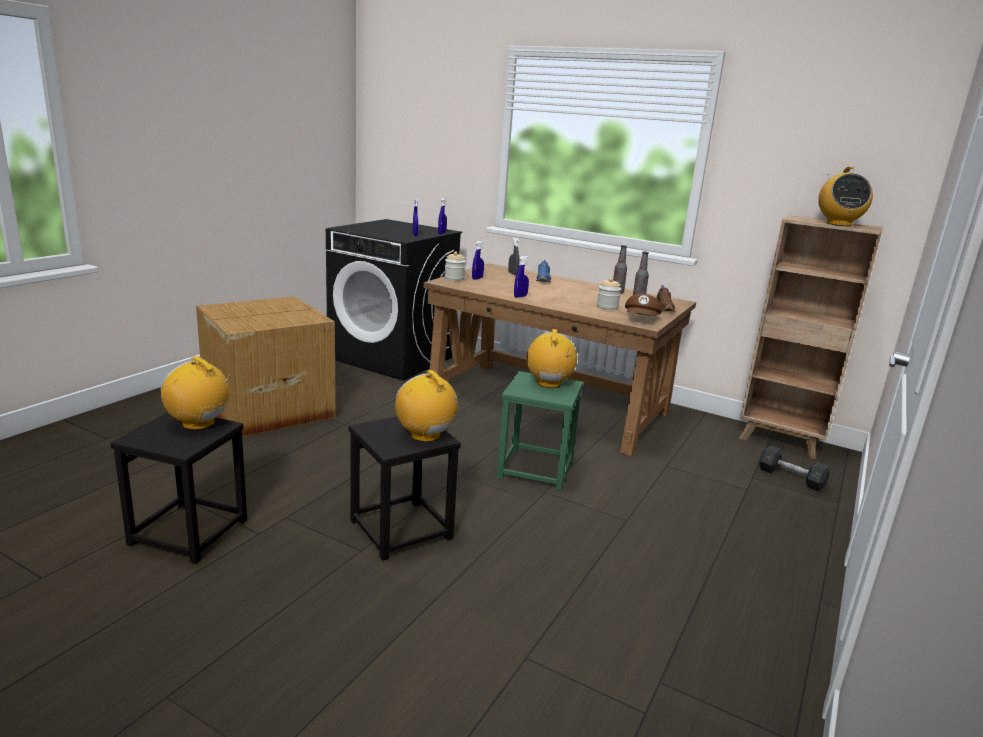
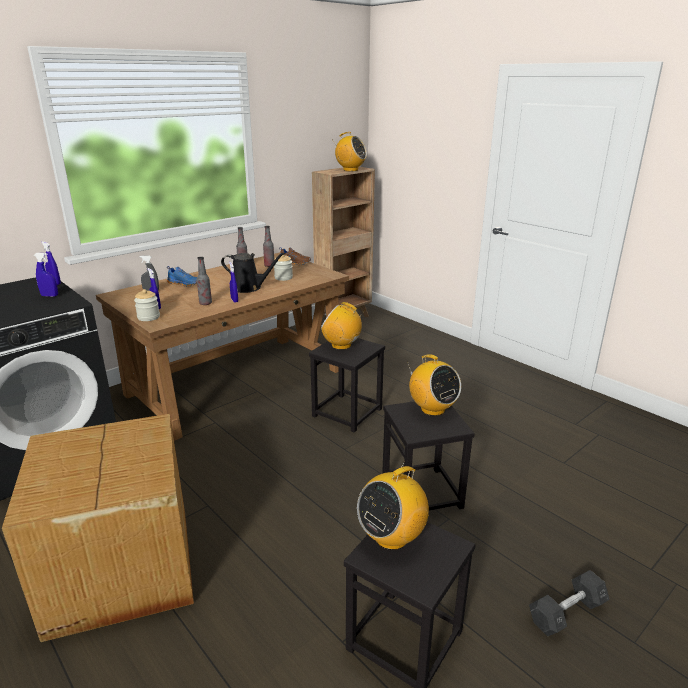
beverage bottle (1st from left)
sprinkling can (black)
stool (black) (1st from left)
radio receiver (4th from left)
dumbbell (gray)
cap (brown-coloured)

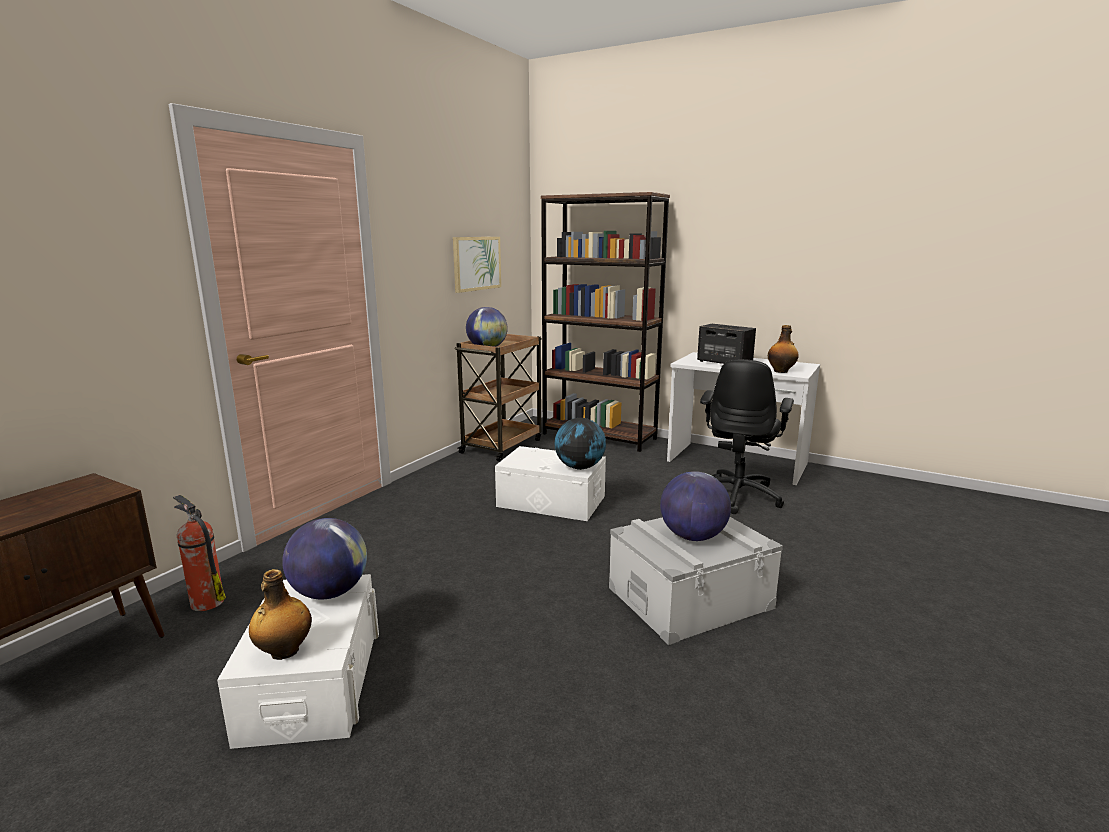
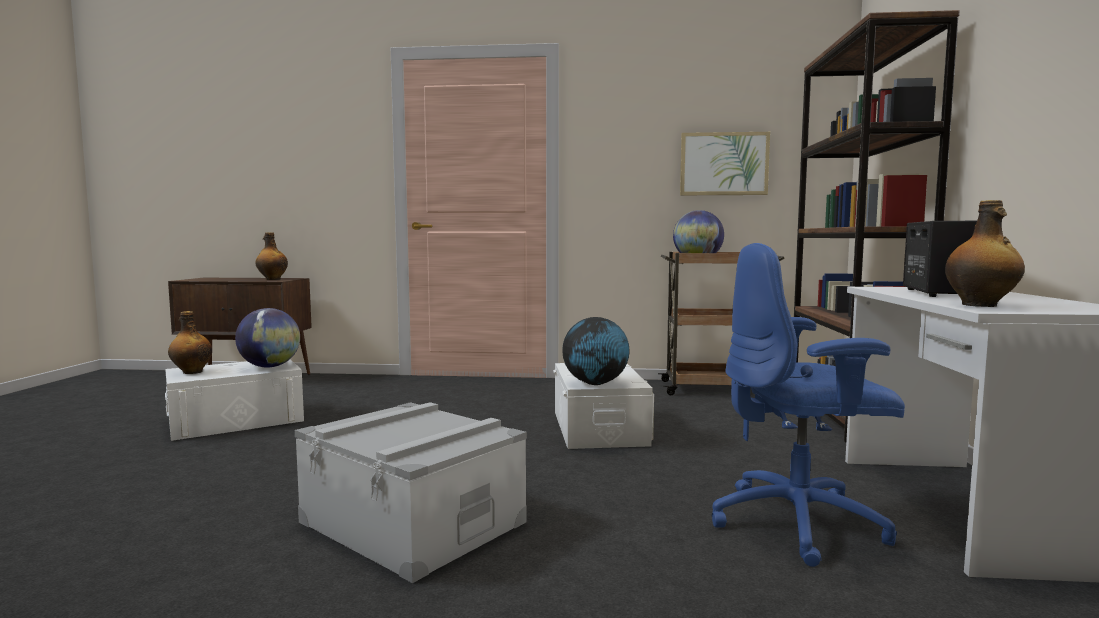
beverage bottle (2nd from left)
computer chair (blue-coloured)
fire-fighting cylinder
desk globe (4th from left in the first image)

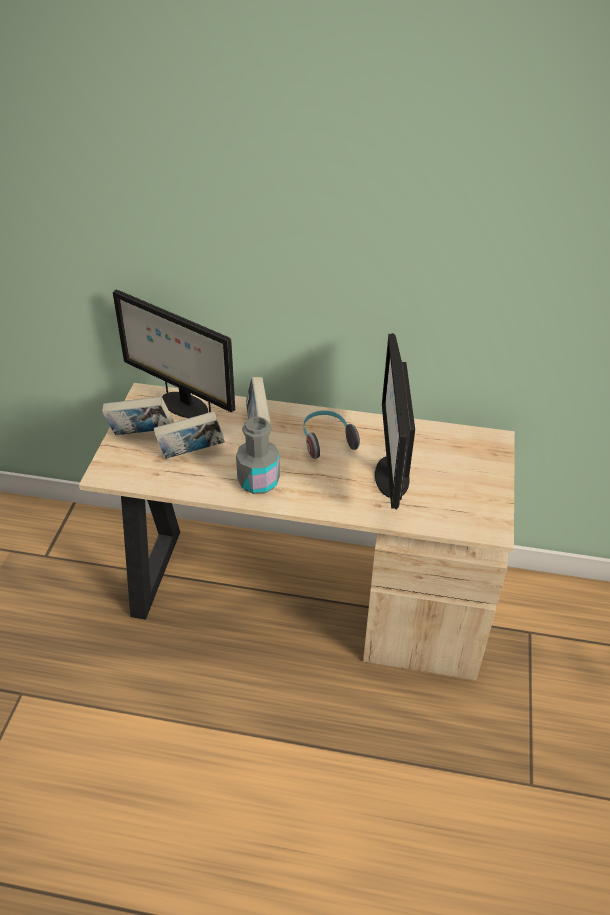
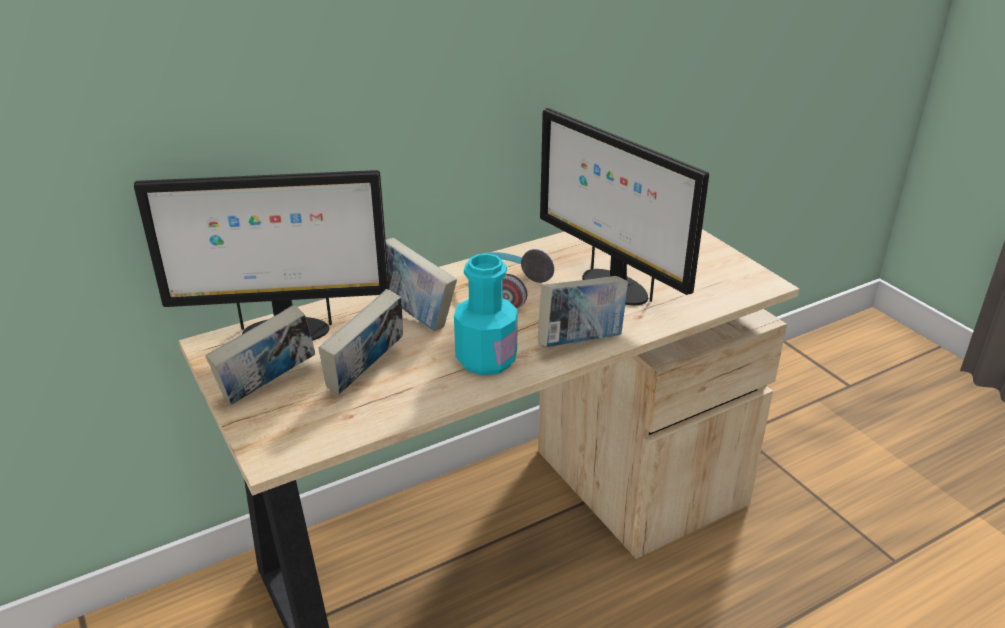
beverage bottle (turquoise)
book (4th from left)

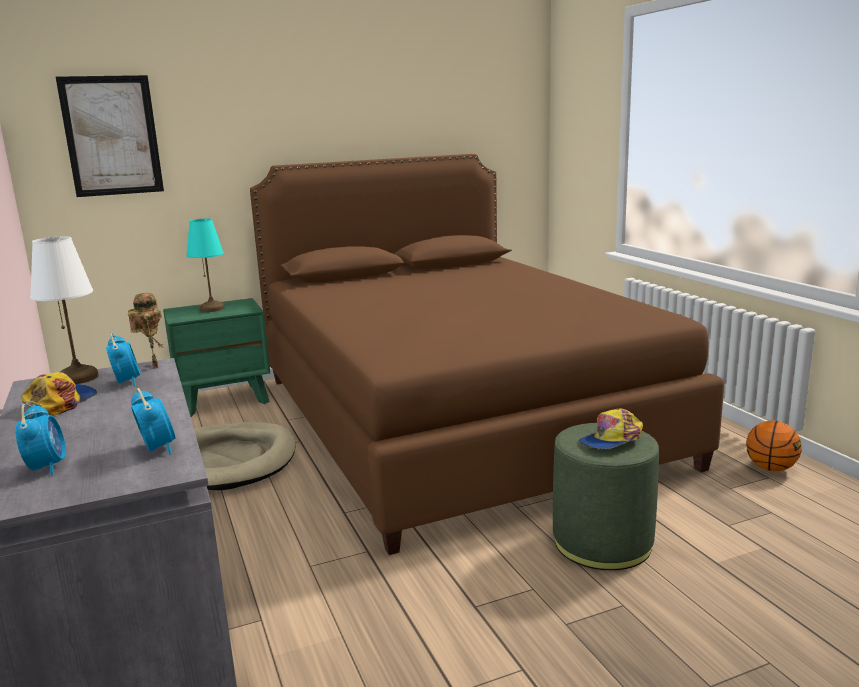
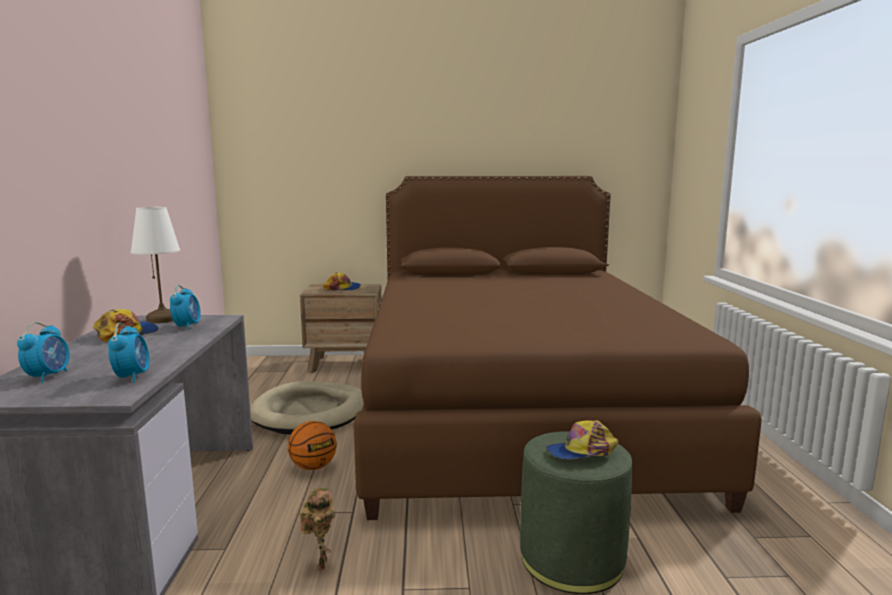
basketball
bedside table (brown-coloured)
model robot
cap (2nd from left)
wall art

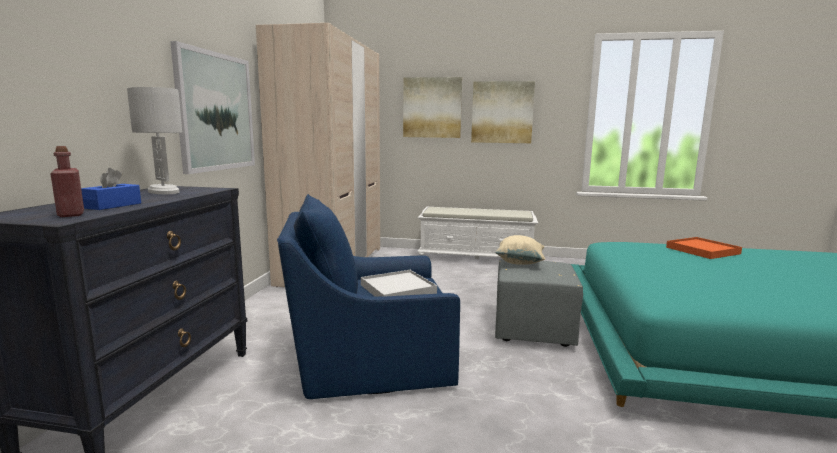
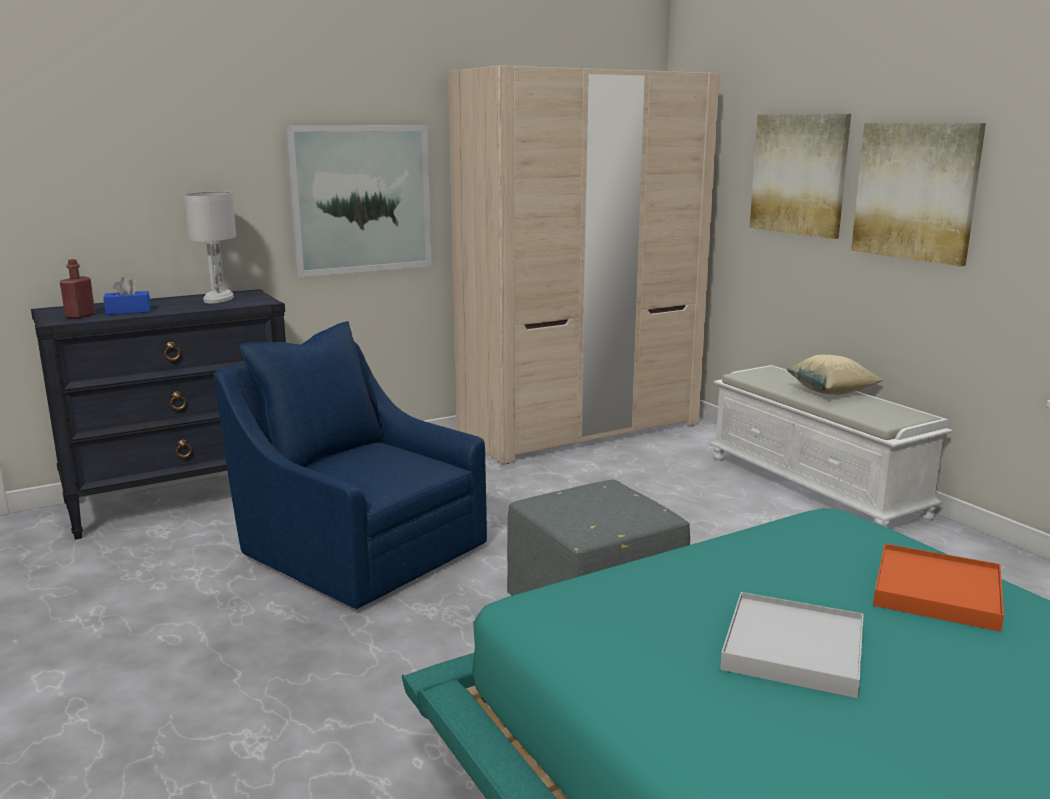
carrying tray (white-coloured)
pillow (beige)

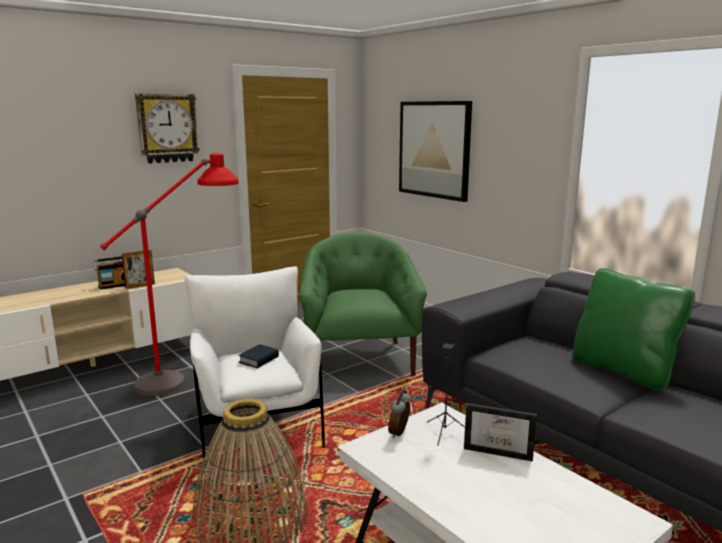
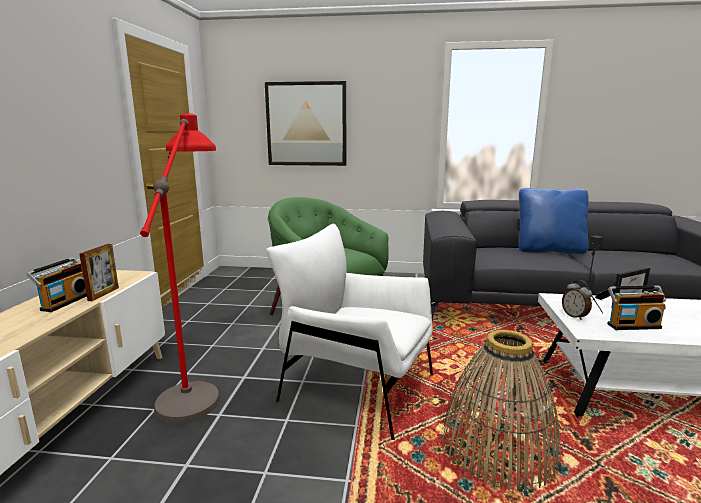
pillow (blue-coloured)
radio receiver (2nd from left)
hanging clock
book

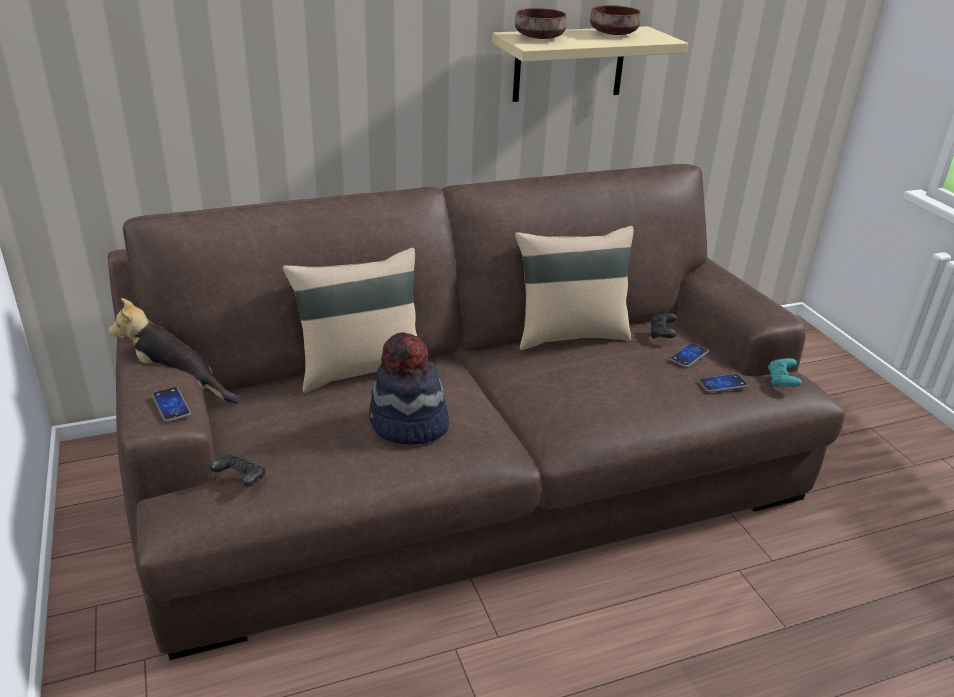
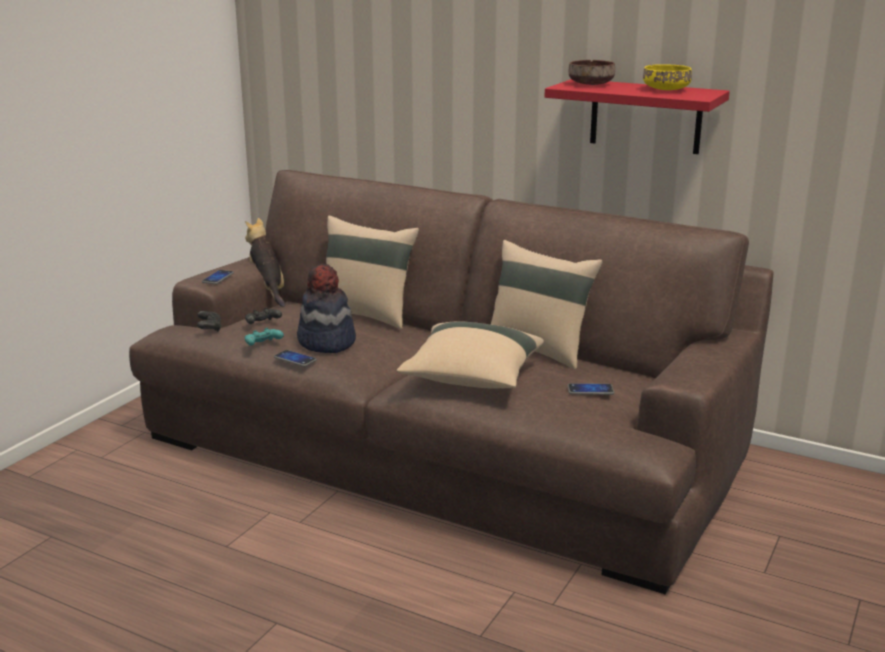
joypad (black) (2nd from left)
joypad (turquoise)
telephone (2nd from left)
pillow (beige) (2nd from left)
wall shelf (reddish)
deep dish (yellow)

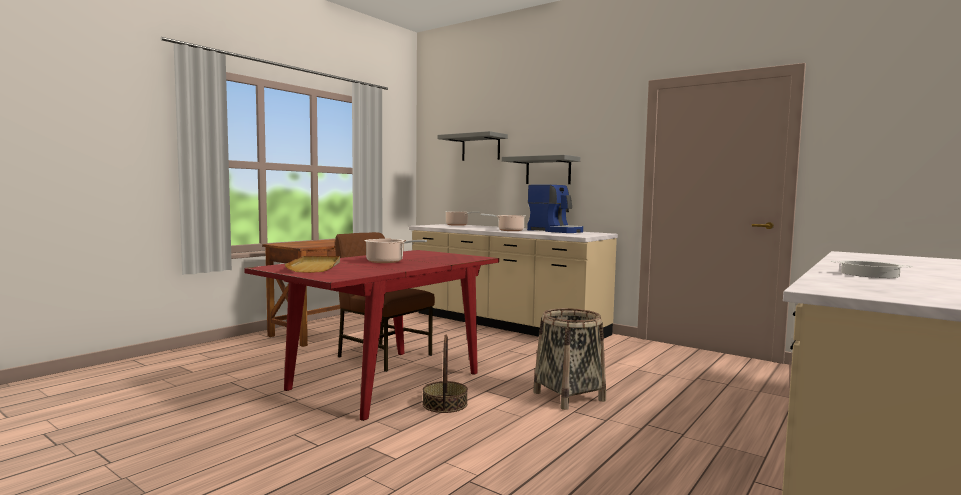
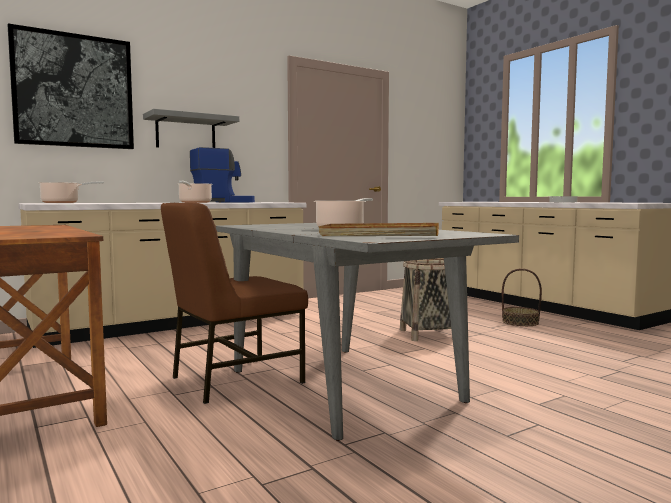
wall art
dinner table (gray)
storage basket (2nd from left)

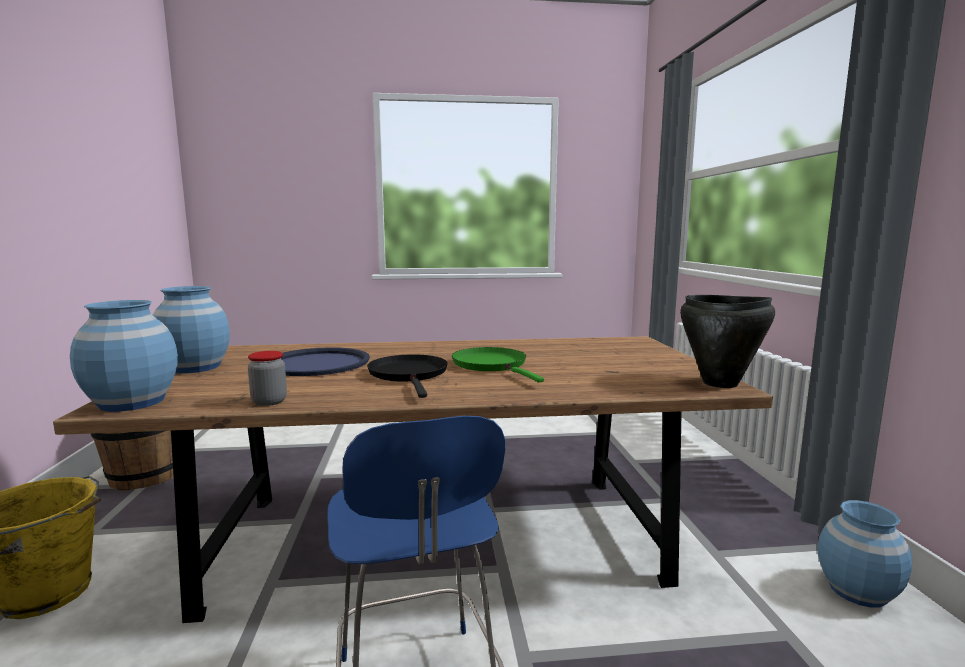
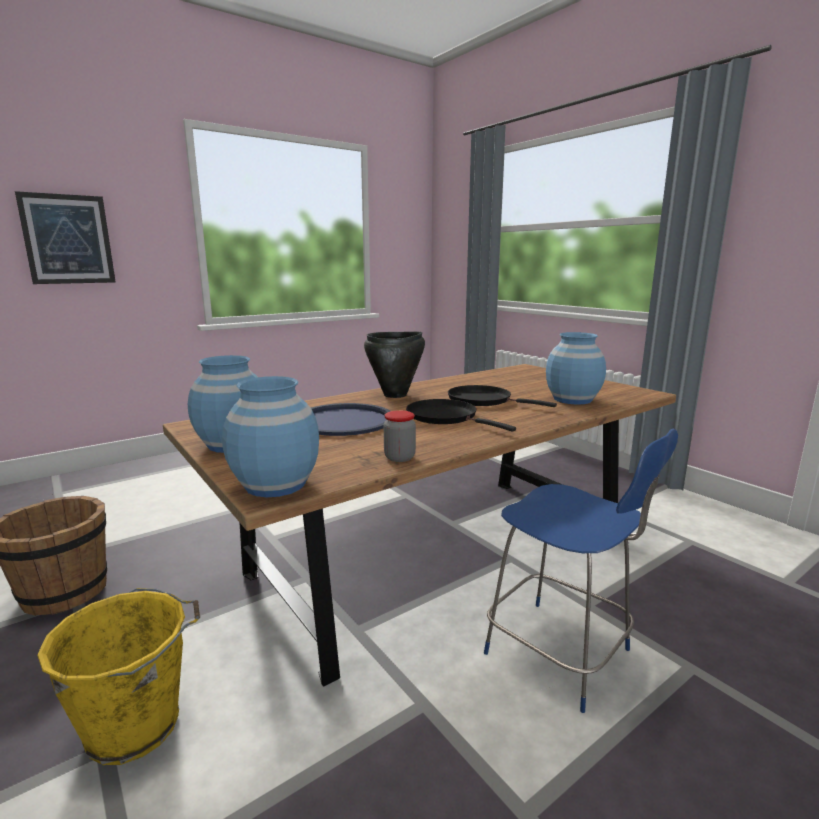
wall art
stockpot (black)
skillet (black) (2nd from left)
decorative vase (blue-coloured) (3rd from left)

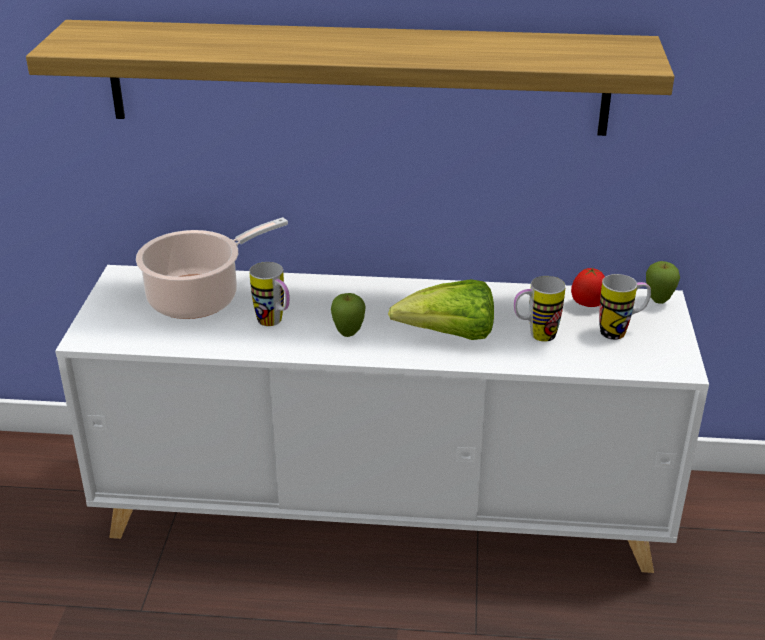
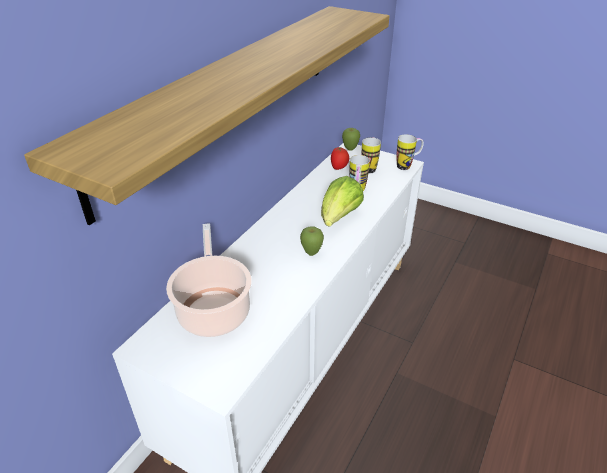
coffee mug (3rd from left)

